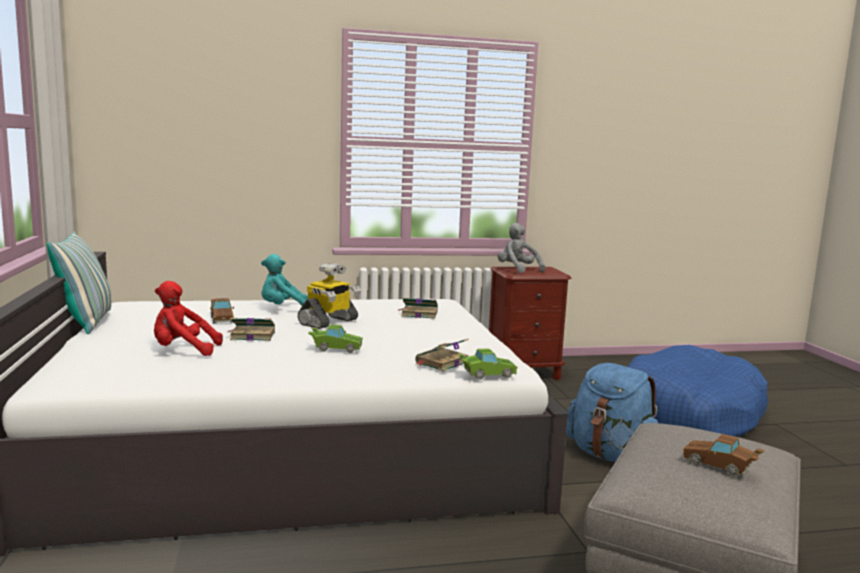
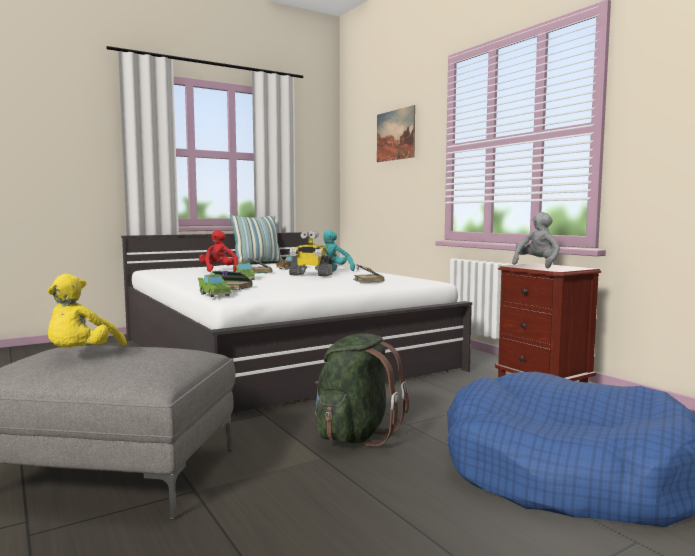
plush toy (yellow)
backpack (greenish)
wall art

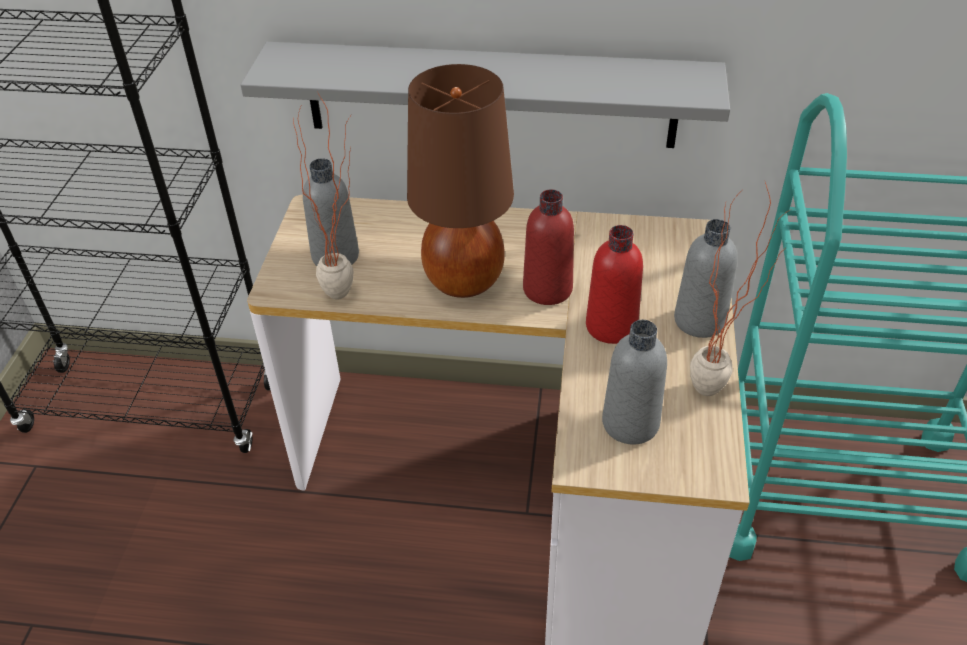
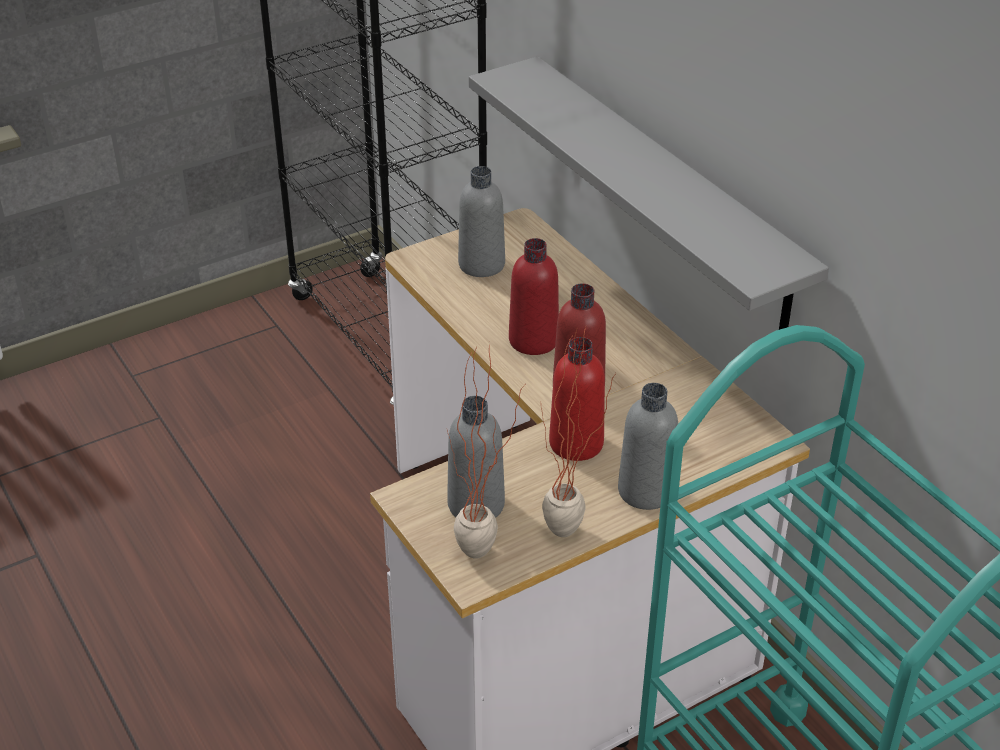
potted plant (1st from left)
beverage bottle (reddish) (1st from left)

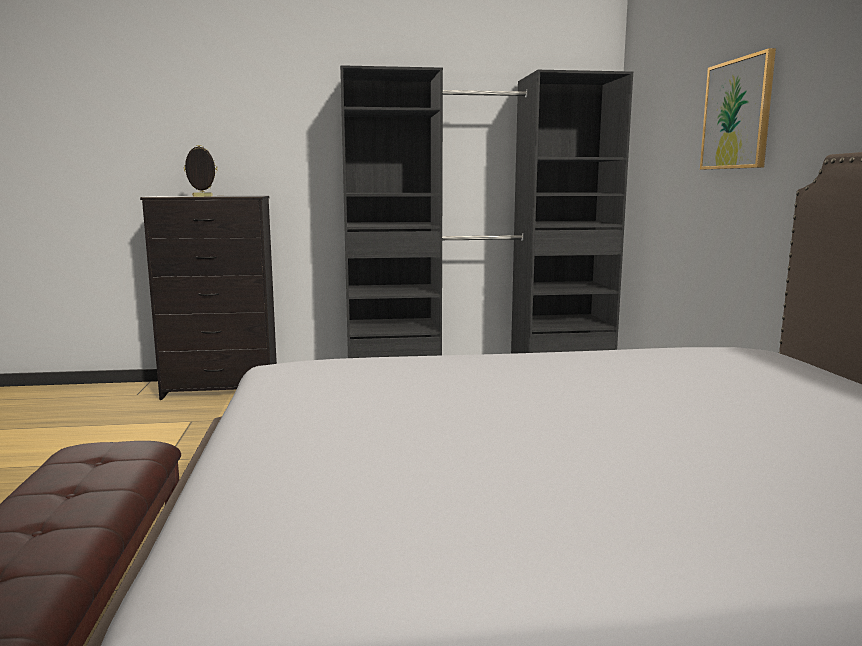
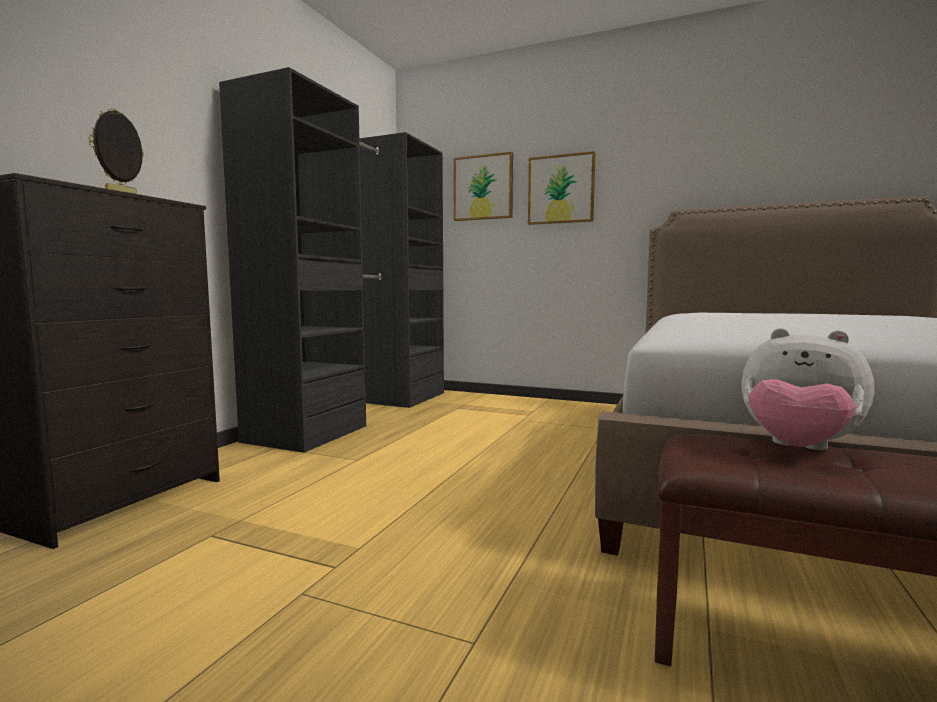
wall art (1st from left)
plush toy

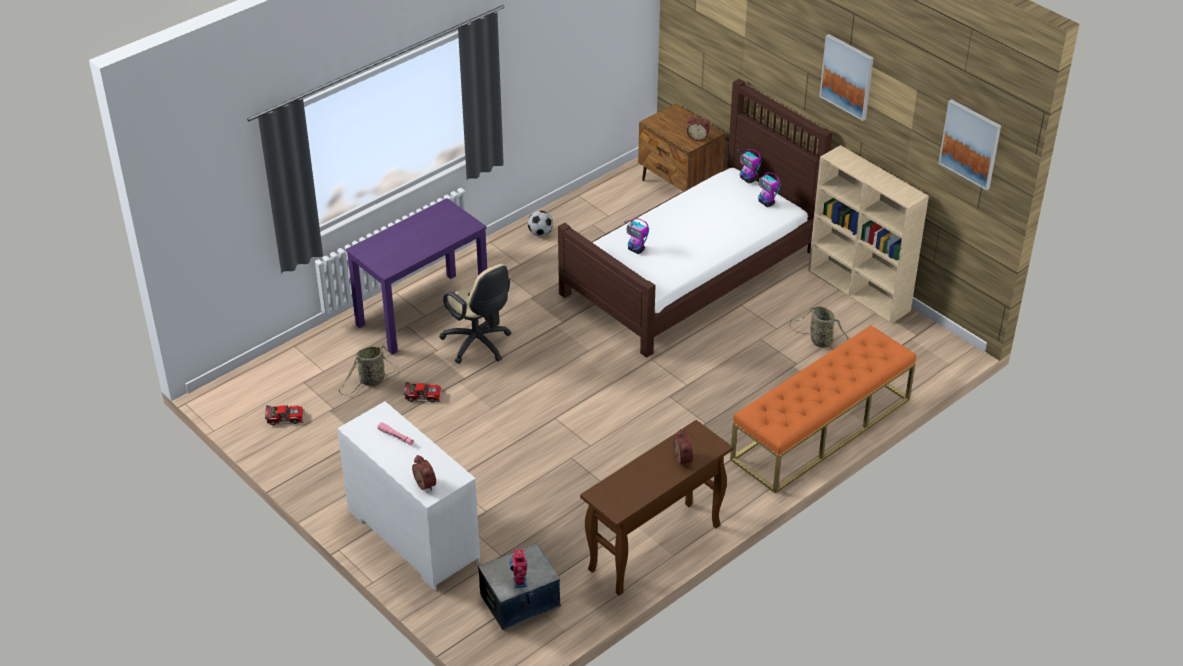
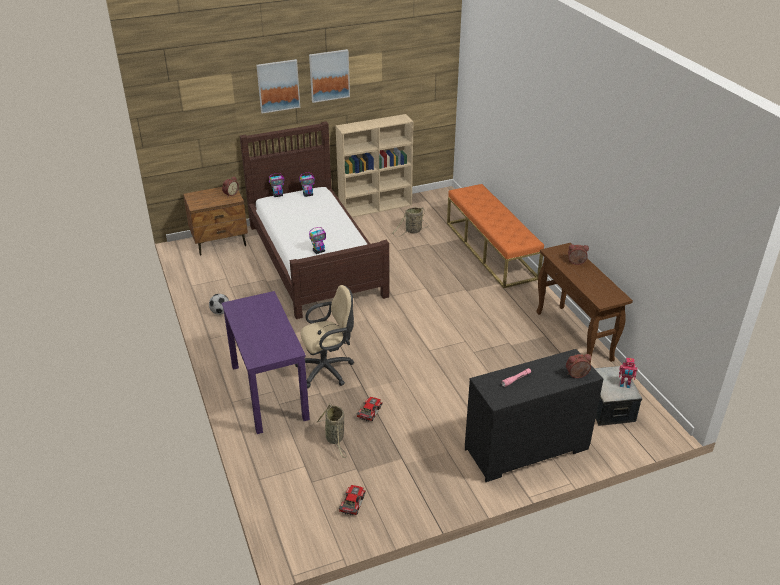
wall art (1st from left)
drawer chest (black)

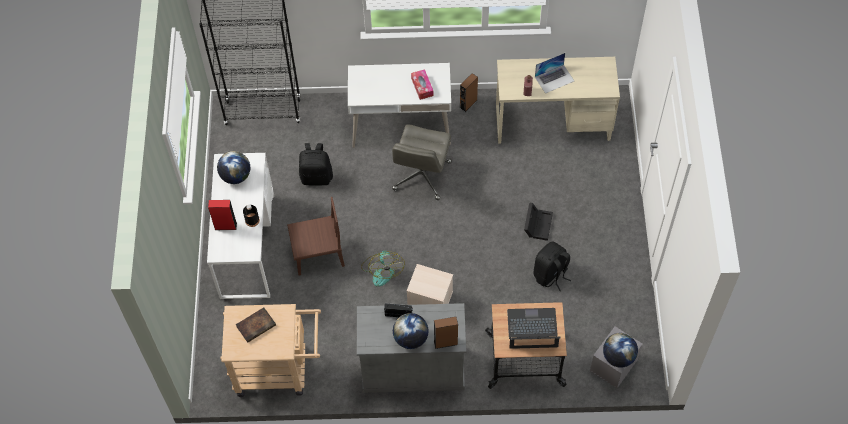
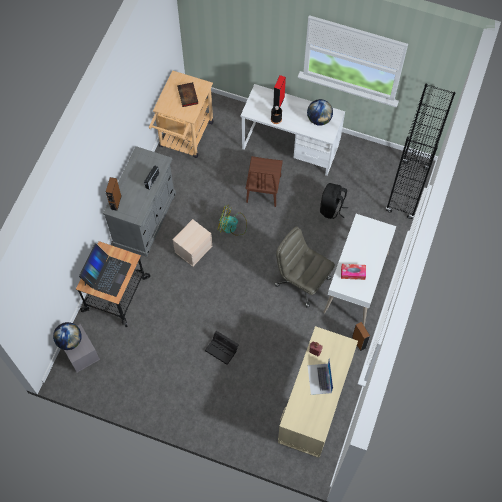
desk globe (2nd from left in the first image)
backpack (black) (2nd from left in the first image)

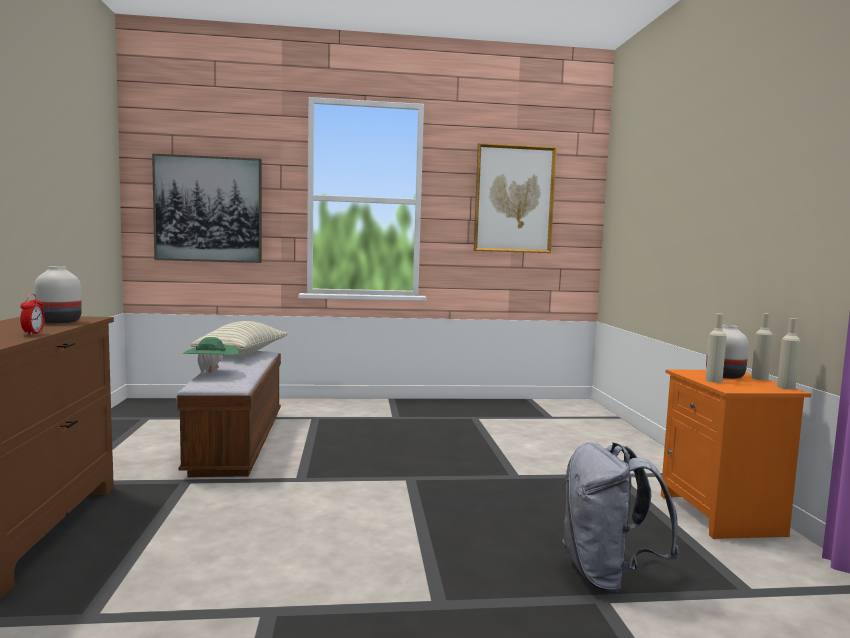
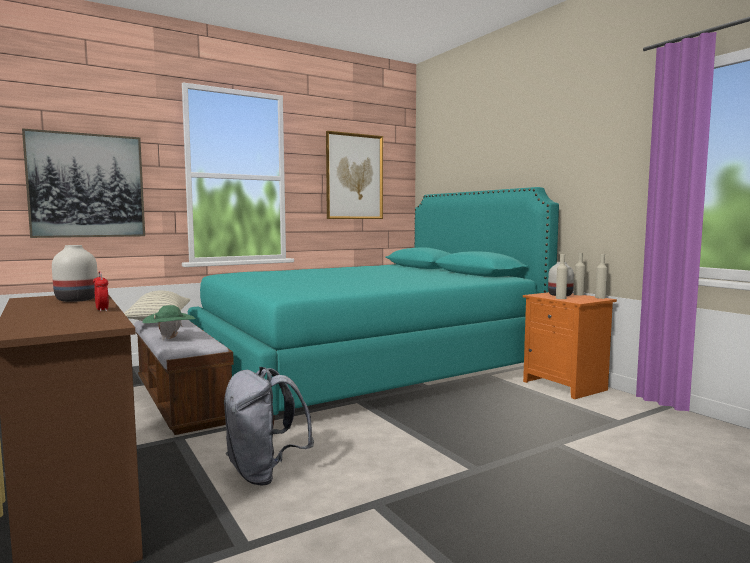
sleeping bed (turquoise)
backpack (gray)

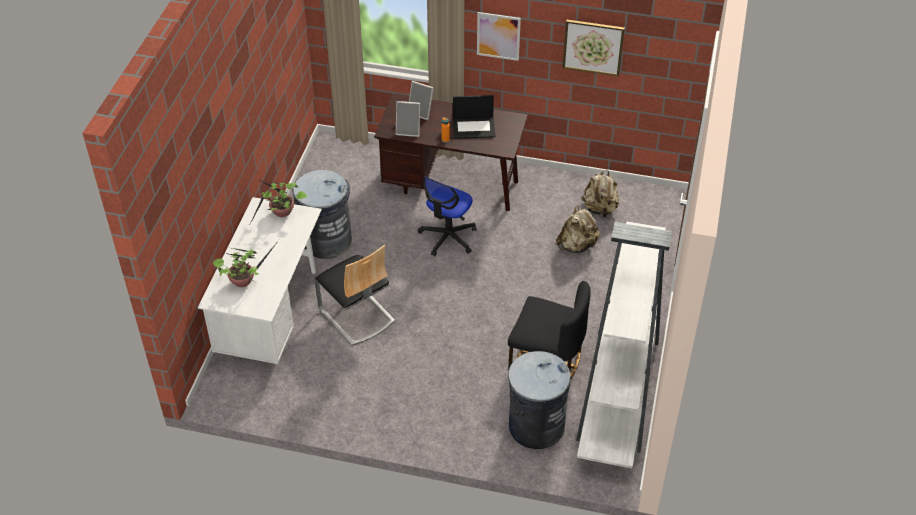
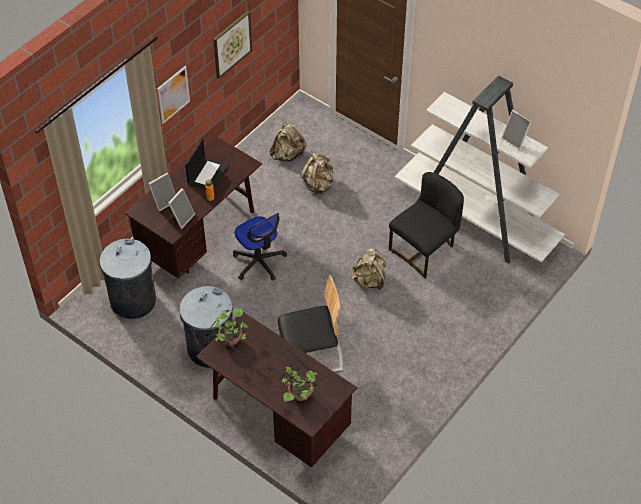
waste bin (gray) (1st from left)
desk table (brown-coloured) (2nd from left)
backpack (beige) (3rd from left)
picture frame (3rd from left)

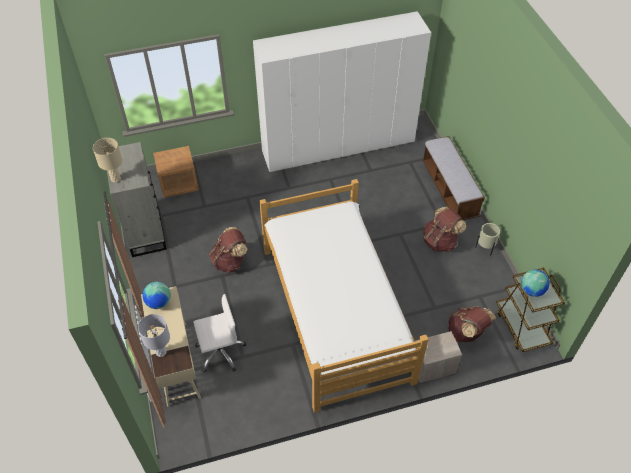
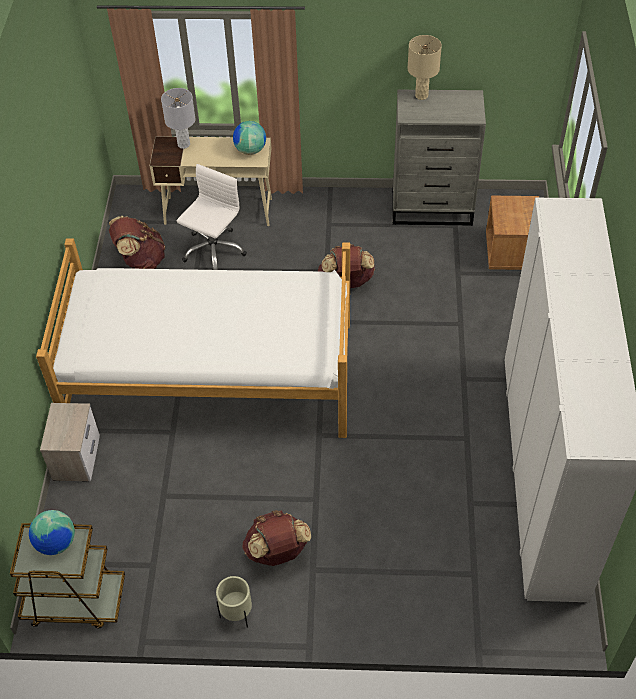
backpack (brown-coloured) (1st from left)
computer chair (white-coloured)
bench

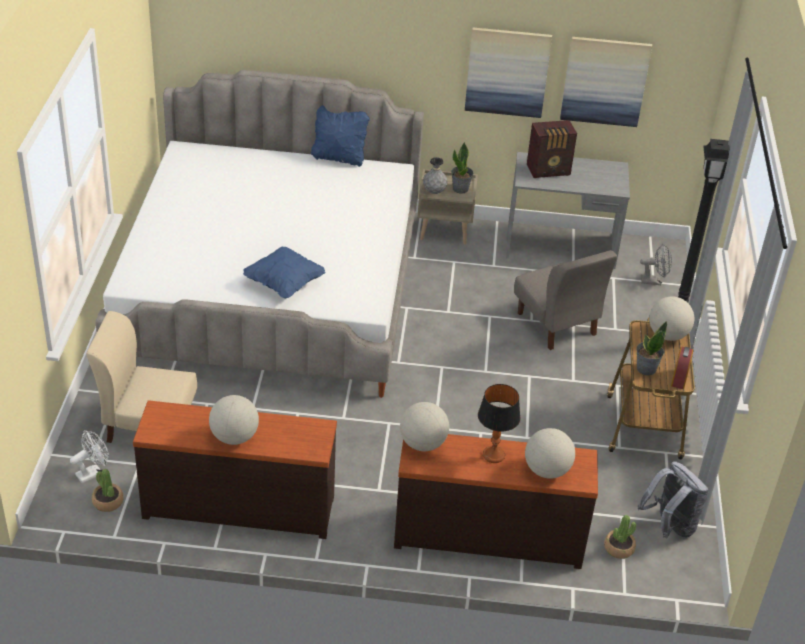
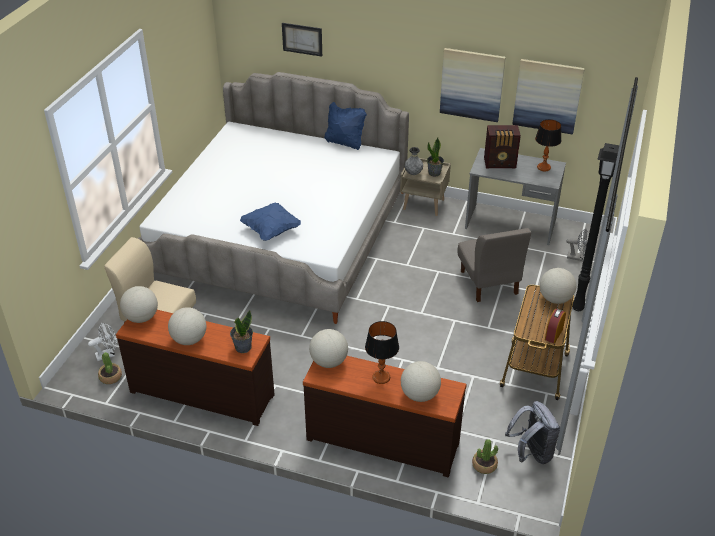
desk globe (1st from left)
potted plant (2nd from left)
wall art (1st from left)
lamp for a table (2nd from left)

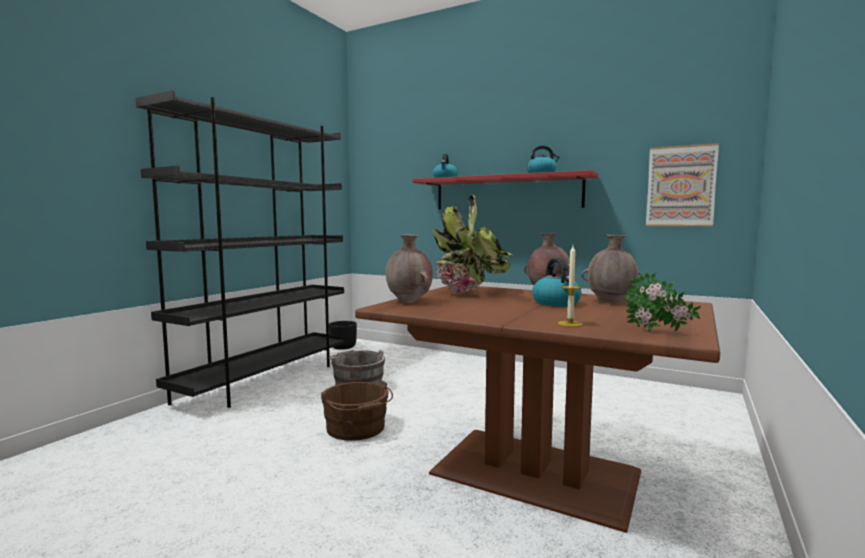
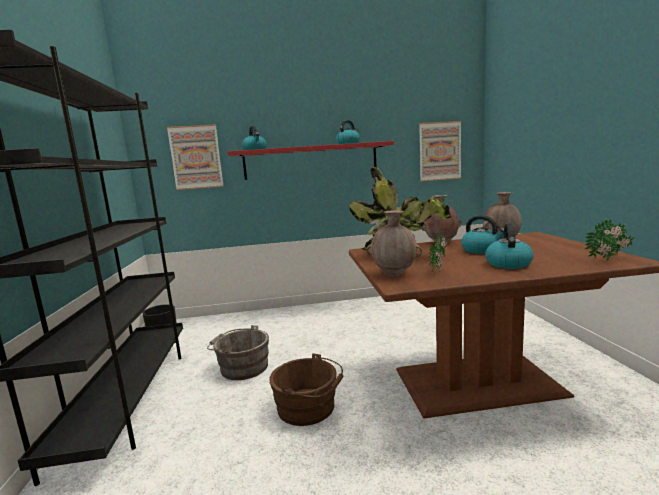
wall art (1st from left)
potted plant (2nd from left)
kettle (4th from left)
candle

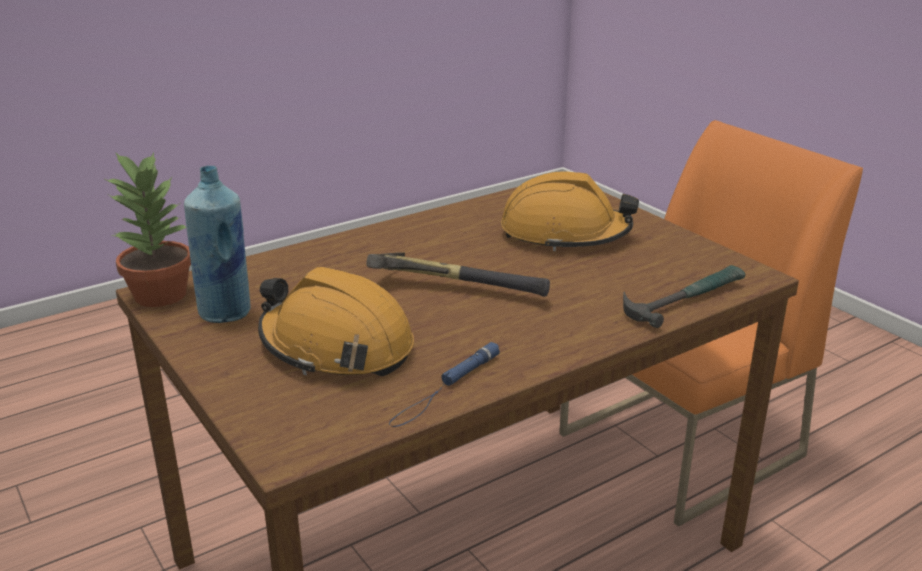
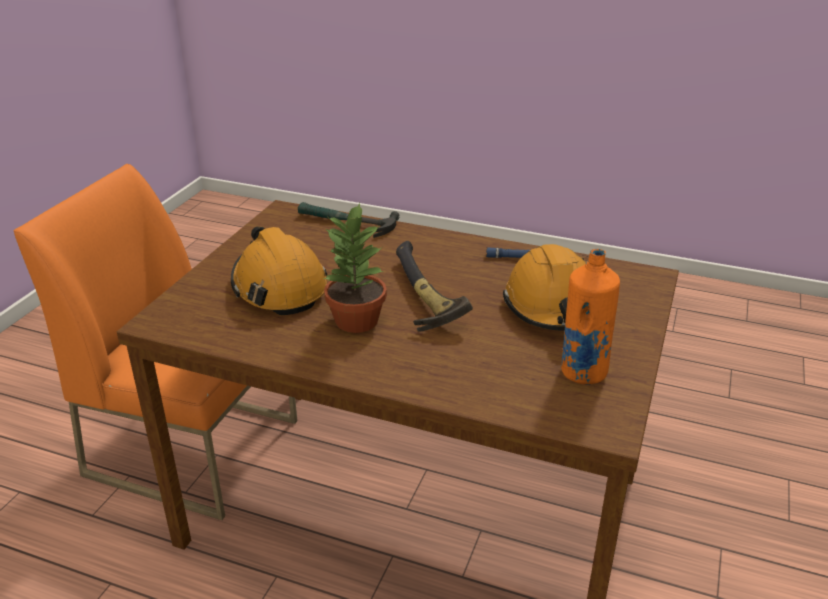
potted plant
beverage bottle (orange)

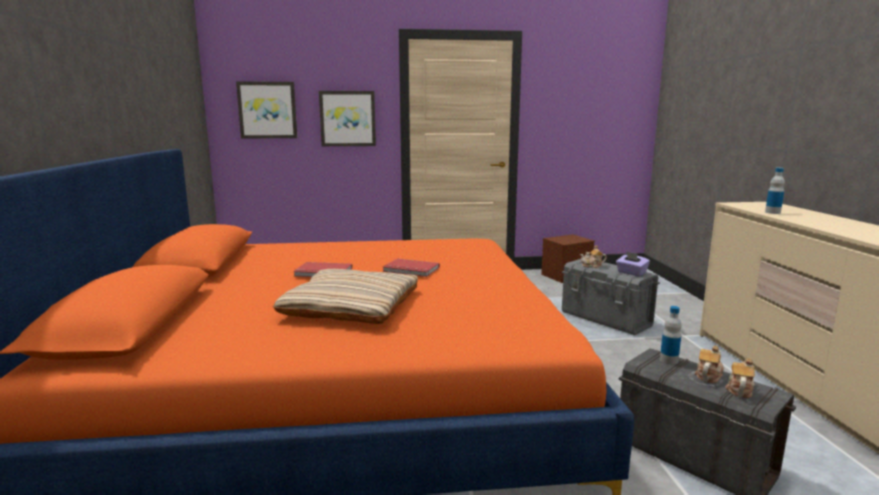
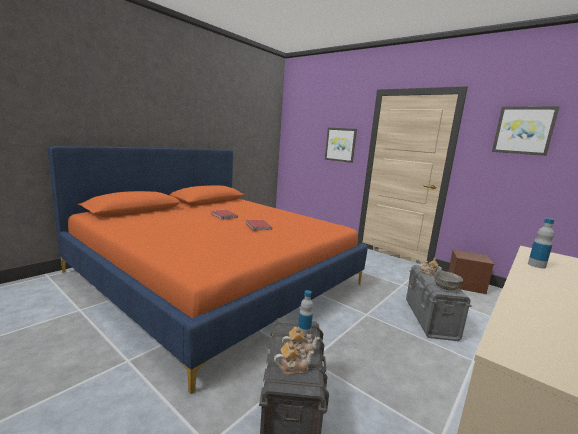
deep dish (gray)
wall art (2nd from left)
pillow (beige)

